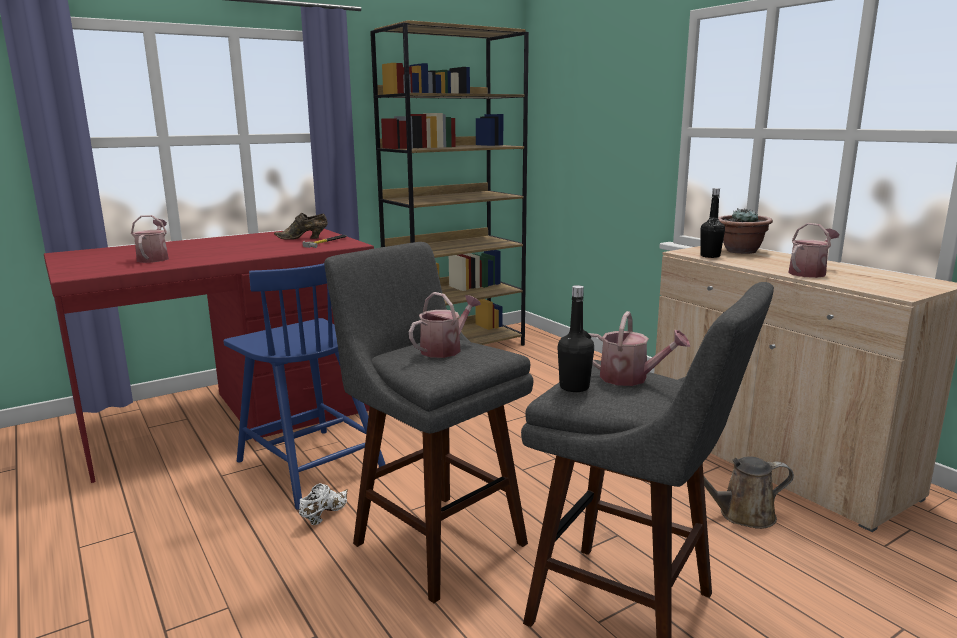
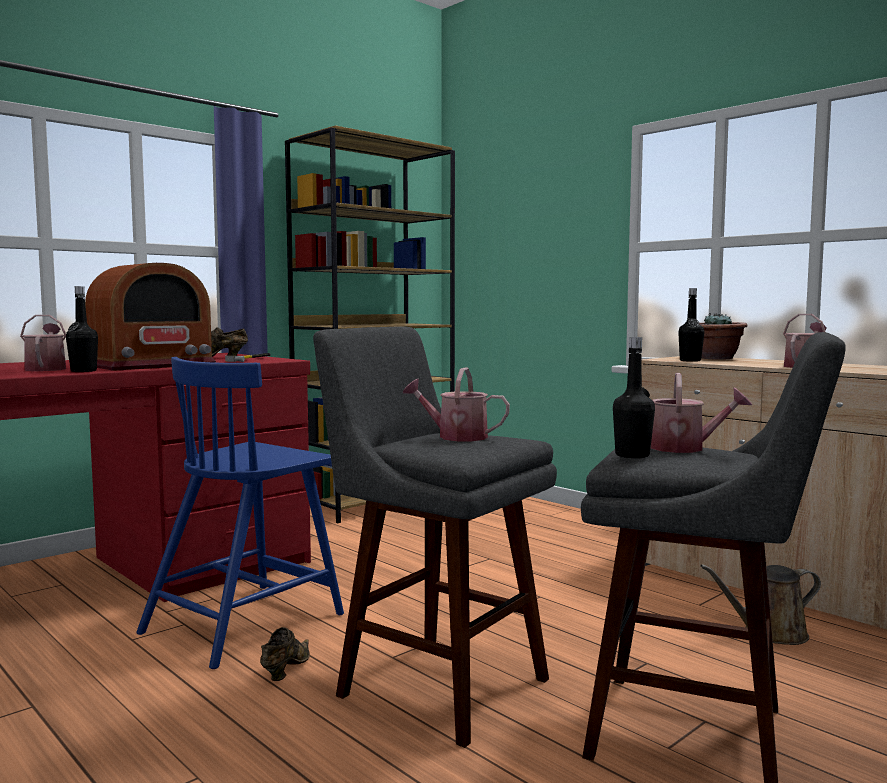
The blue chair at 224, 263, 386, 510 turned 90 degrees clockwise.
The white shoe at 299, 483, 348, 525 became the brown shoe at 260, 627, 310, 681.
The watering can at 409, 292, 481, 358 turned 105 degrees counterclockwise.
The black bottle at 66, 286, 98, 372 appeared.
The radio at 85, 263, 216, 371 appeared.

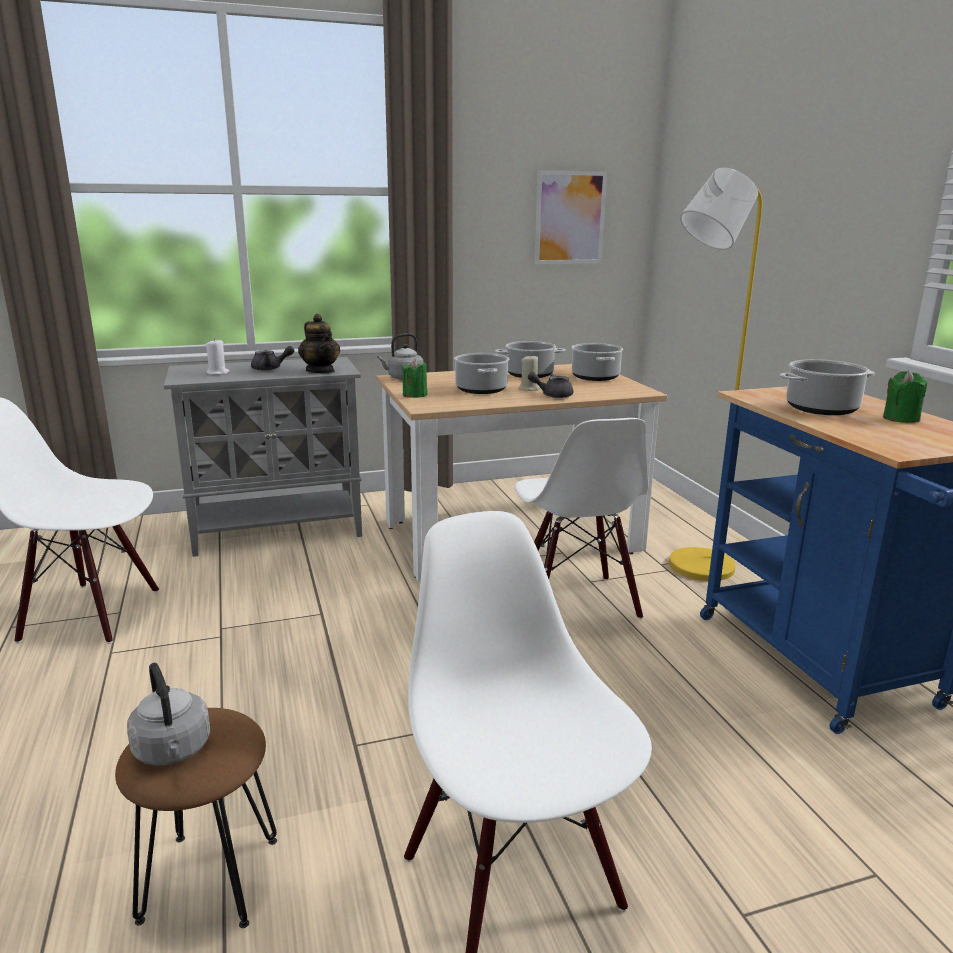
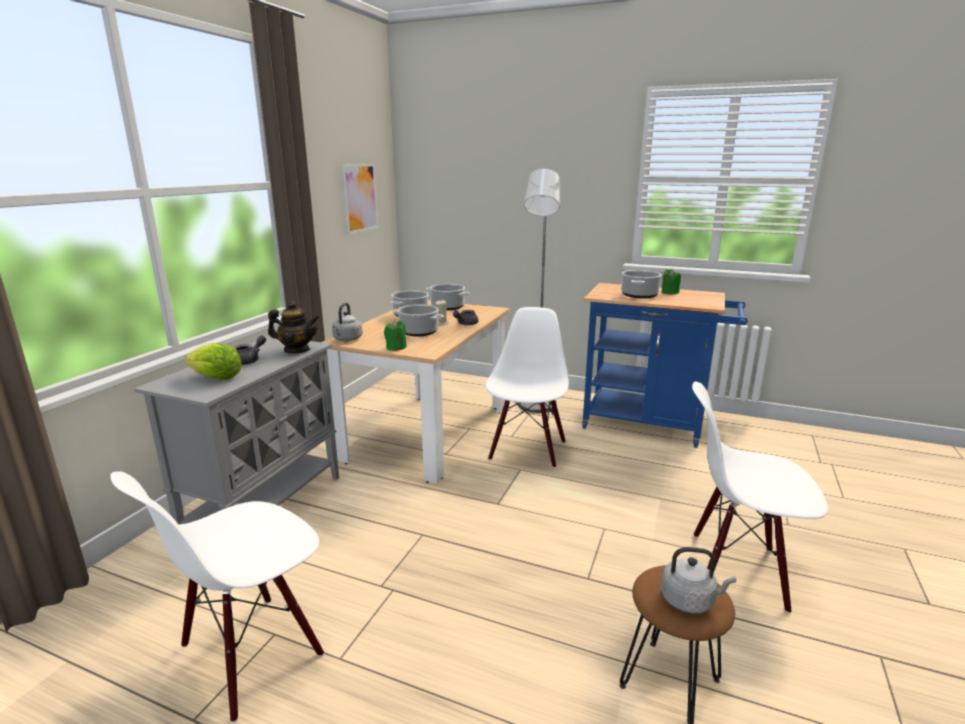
The white candle at 205, 338, 230, 375 was replaced by the lettuce at 184, 343, 242, 380.
The white chair at 514, 418, 648, 619 turned 105 degrees counterclockwise.
The yellow floor lamp at 669, 168, 762, 581 became the grey floor lamp at 518, 169, 560, 413.

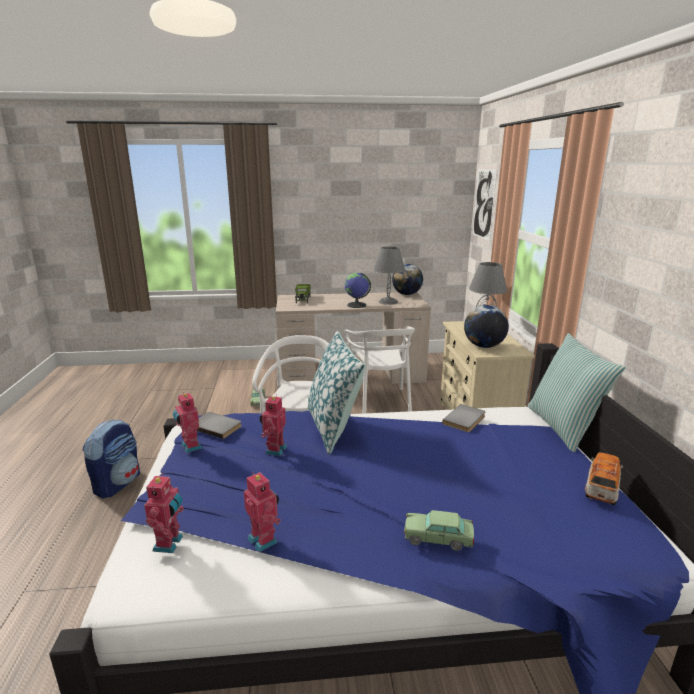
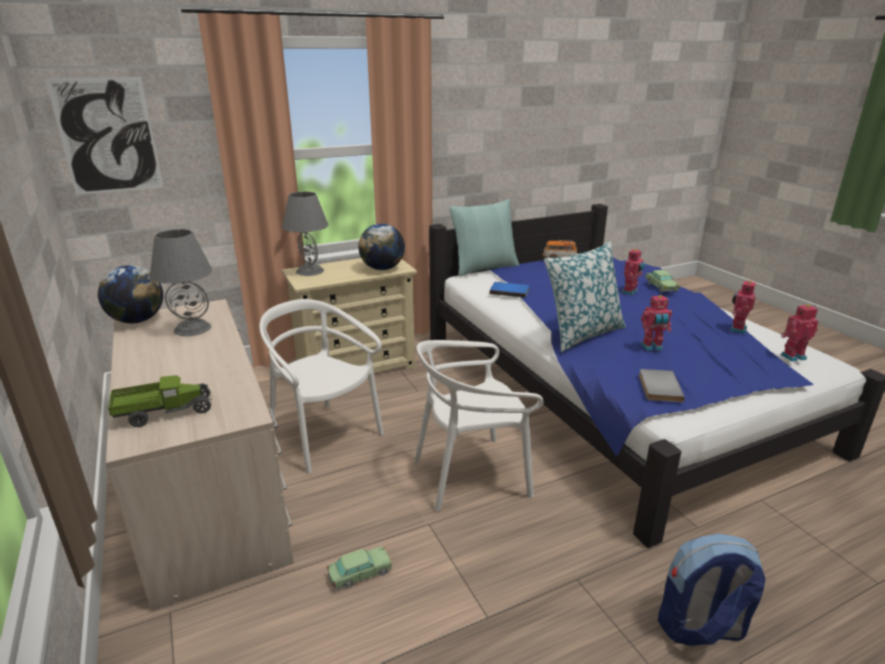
The toy robot moved from 173, 392, 202, 453 to 621, 248, 645, 295.
The globe at 345, 273, 371, 308 disappeared.
The white chair at 345, 326, 415, 414 turned 105 degrees counterclockwise.
The grey book at 442, 404, 486, 432 became the blue book at 490, 282, 529, 298.

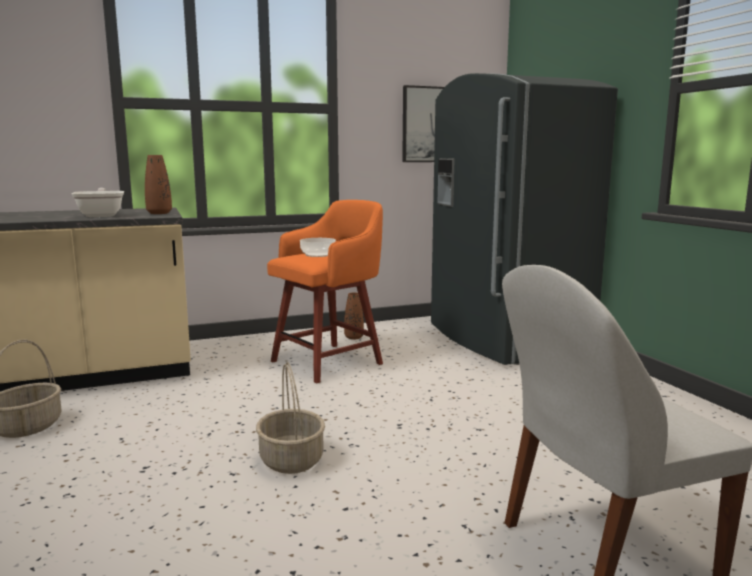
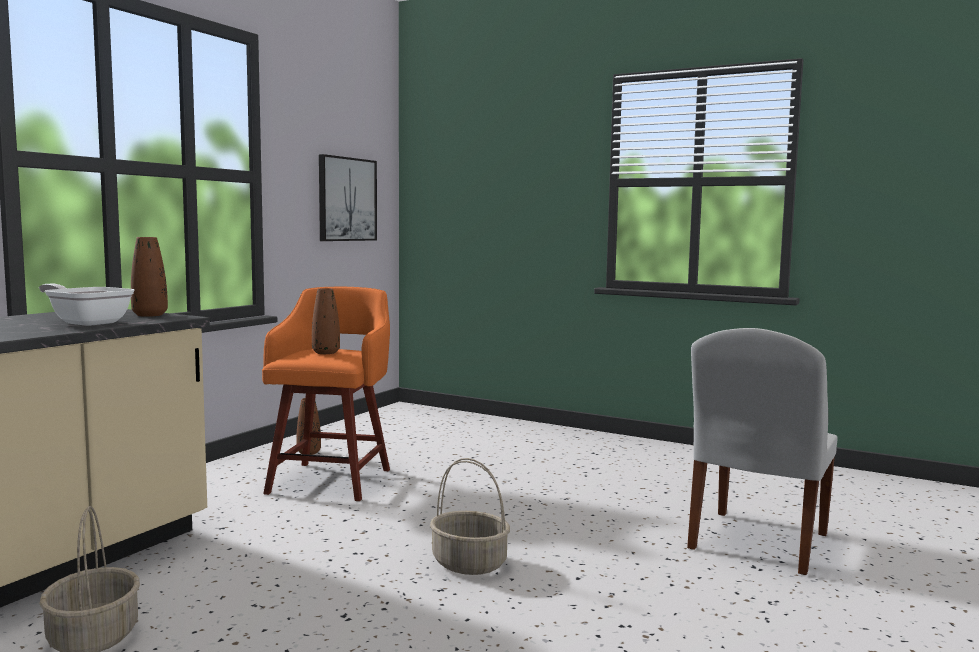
The bowl at 300, 238, 336, 257 was replaced by the brown vase at 312, 288, 340, 354.
The grey fridge at 431, 73, 618, 365 disappeared.

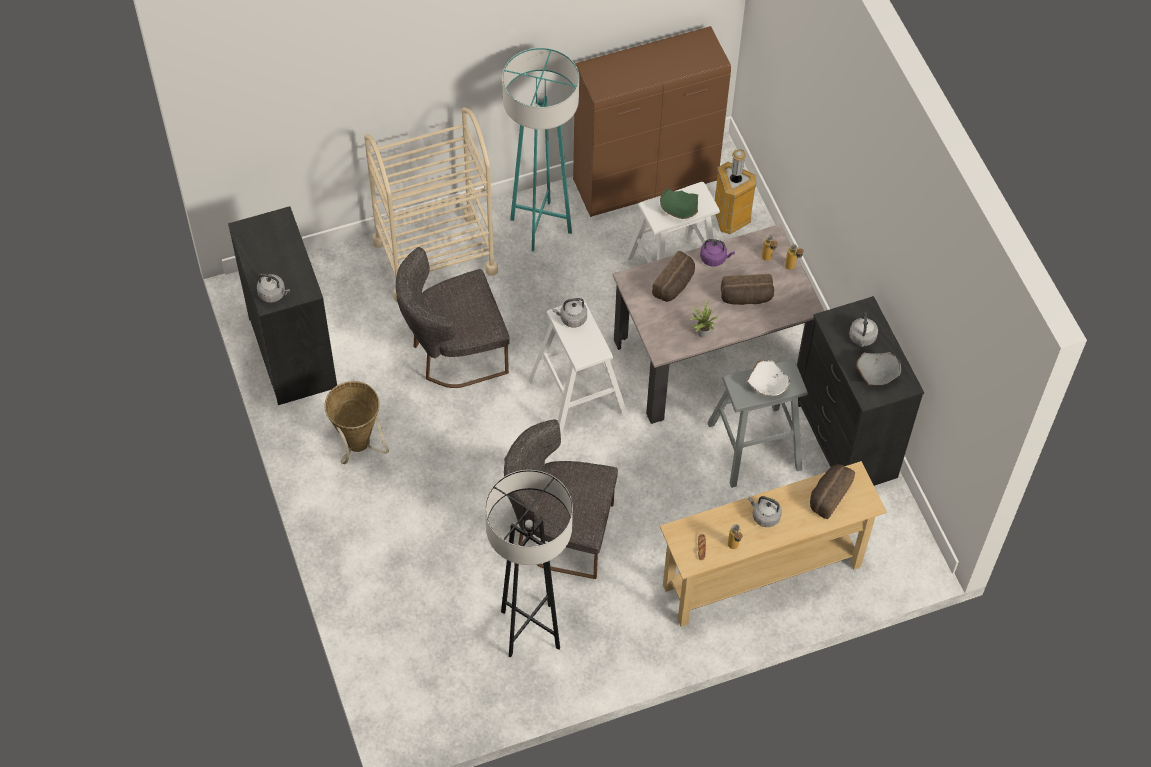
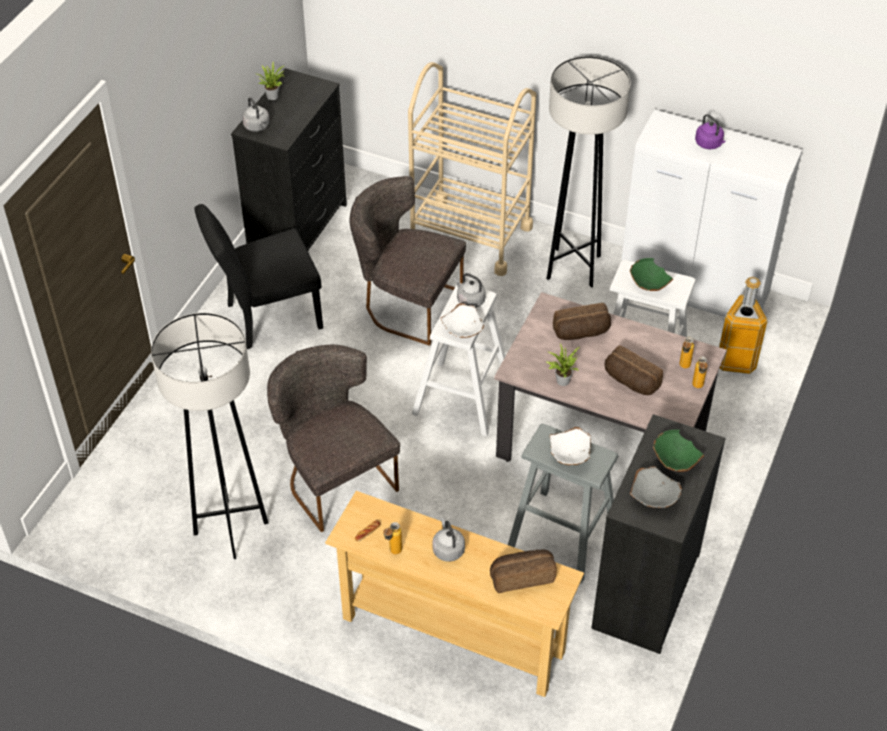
The basket at 324, 381, 389, 464 was replaced by the black chair at 195, 204, 323, 349.
The turquoise floor lamp at 502, 48, 579, 252 became the grey floor lamp at 547, 56, 631, 288.
The brown cabinet at 573, 26, 731, 217 became the white cabinet at 621, 109, 802, 317.
The purple kettle moved from 700, 239, 735, 267 to 695, 114, 725, 149.
The grey kettle at 849, 312, 878, 347 was replaced by the green bowl at 653, 430, 704, 472.
The potted plant at 257, 62, 285, 100 appeared.
The white bowl at 440, 303, 485, 338 appeared.

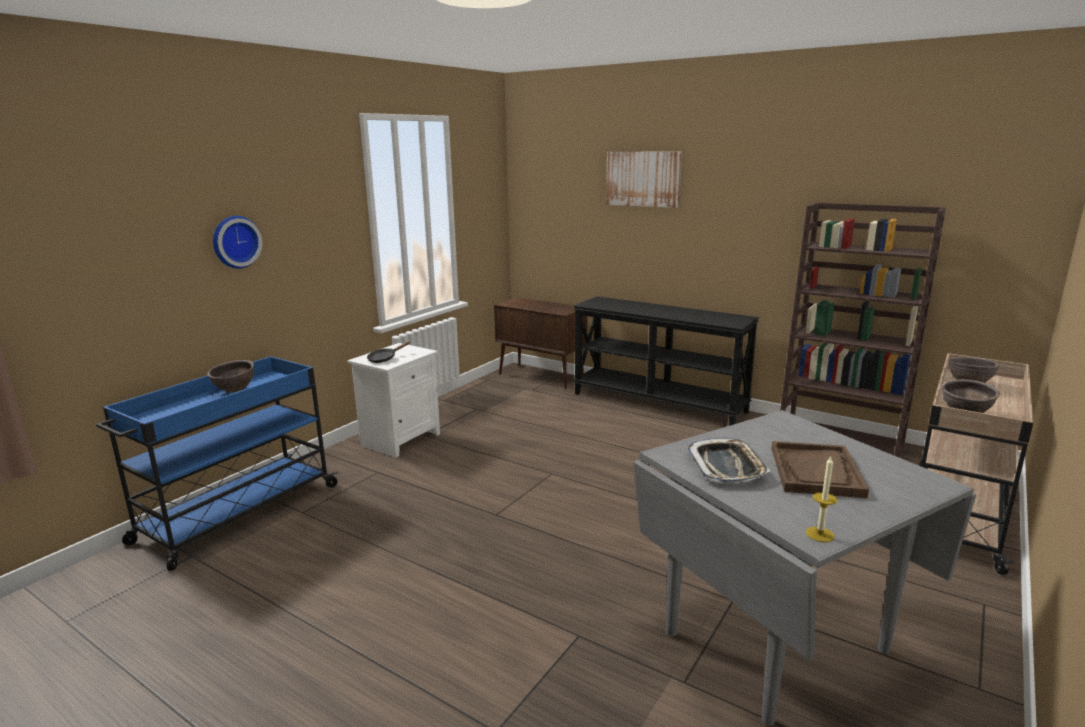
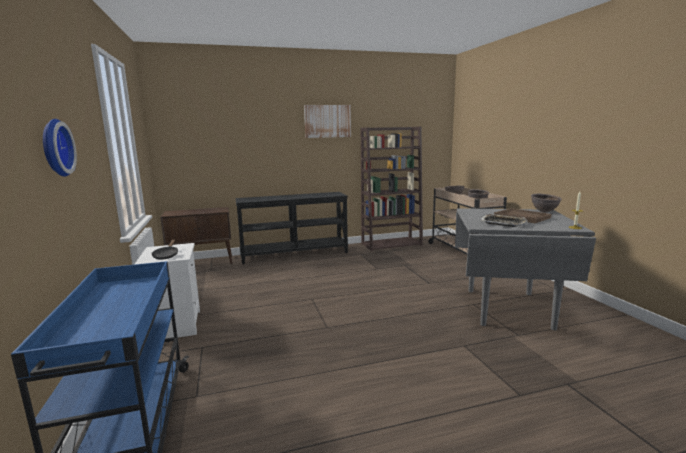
The brown bowl moved from 207, 360, 254, 393 to 531, 194, 562, 212.
The picture moved from 606, 152, 682, 208 to 304, 105, 351, 138.

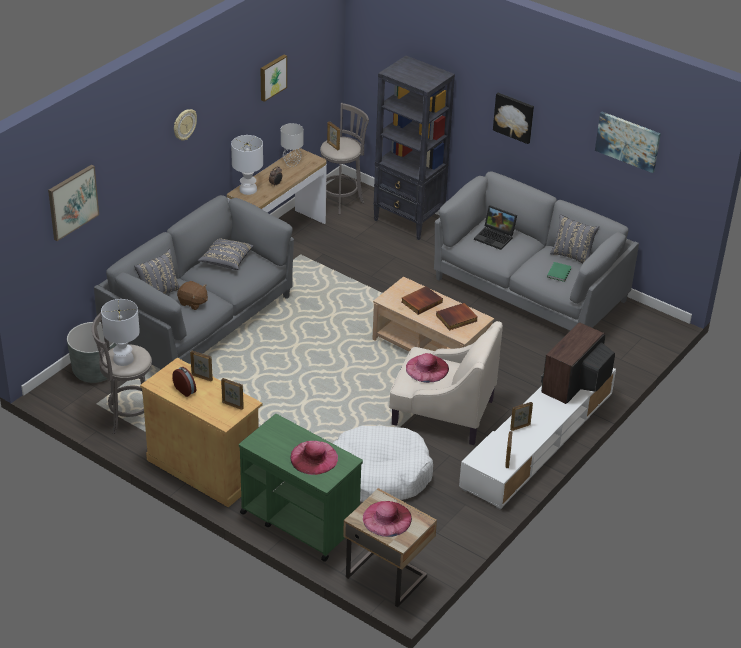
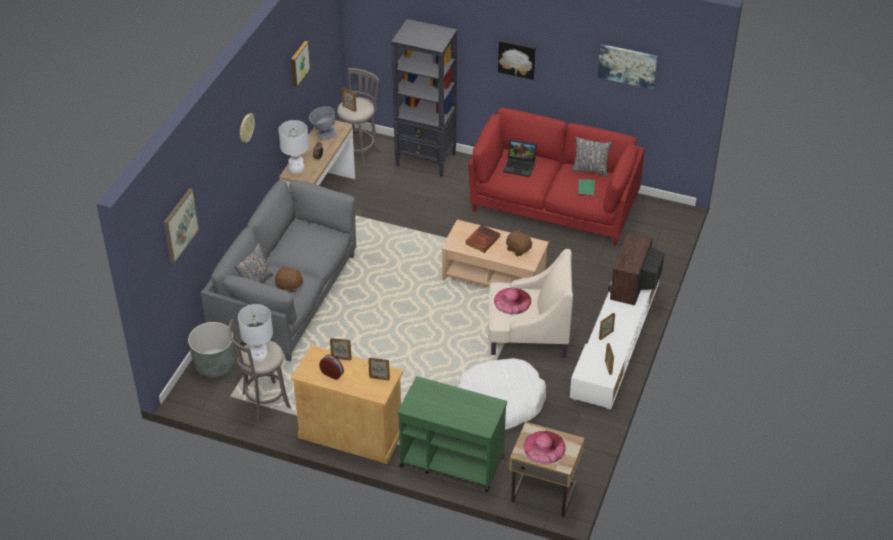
The grey pillow at 198, 238, 254, 270 disappeared.
The grey table lamp at 281, 123, 303, 167 was replaced by the grey bowl at 309, 106, 337, 139.
The pink hat at 290, 441, 338, 475 disappeared.
The grey sofa at 434, 171, 639, 330 became the red sofa at 468, 108, 645, 246.
The book at 436, 303, 478, 330 was replaced by the brown plush toy at 506, 229, 532, 257.

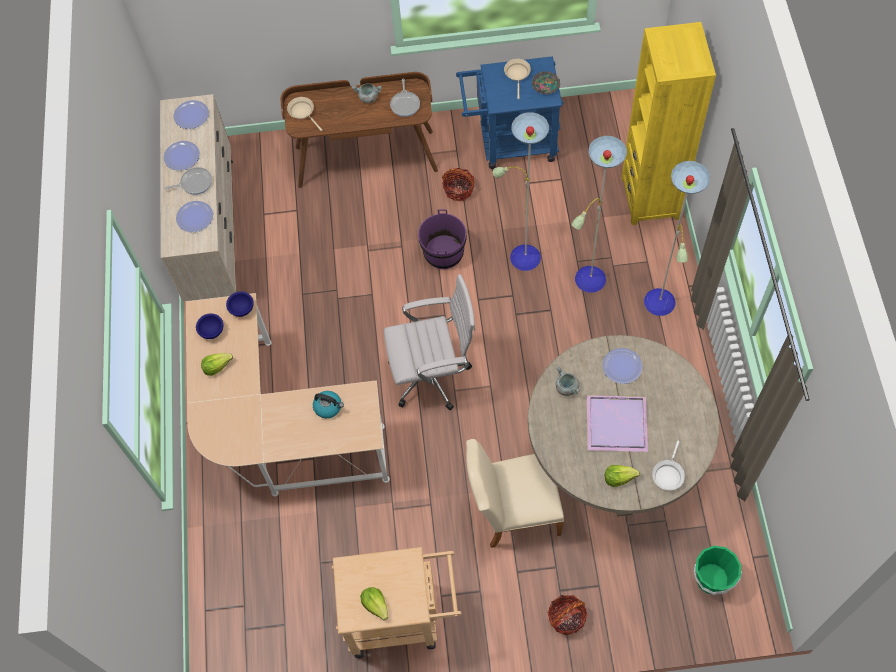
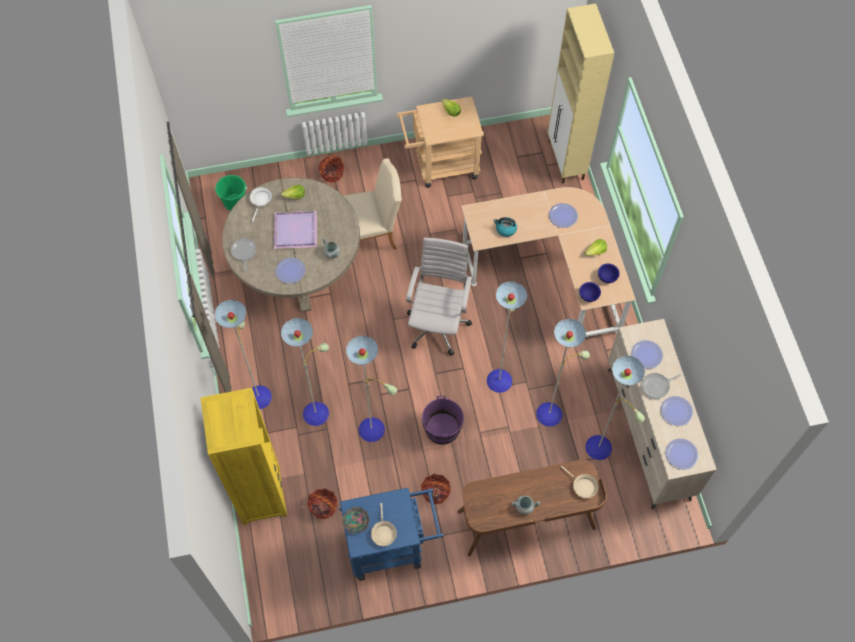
The white office chair at 384, 274, 476, 410 turned 120 degrees clockwise.
The frying pan moved from 390, 79, 420, 117 to 231, 238, 256, 271.
The basket at 307, 488, 338, 519 appeared.
The floor lamp at 487, 281, 645, 460 appeared.
The beige cabinet at 548, 4, 614, 184 appeared.
The plate at 549, 203, 578, 228 appeared.

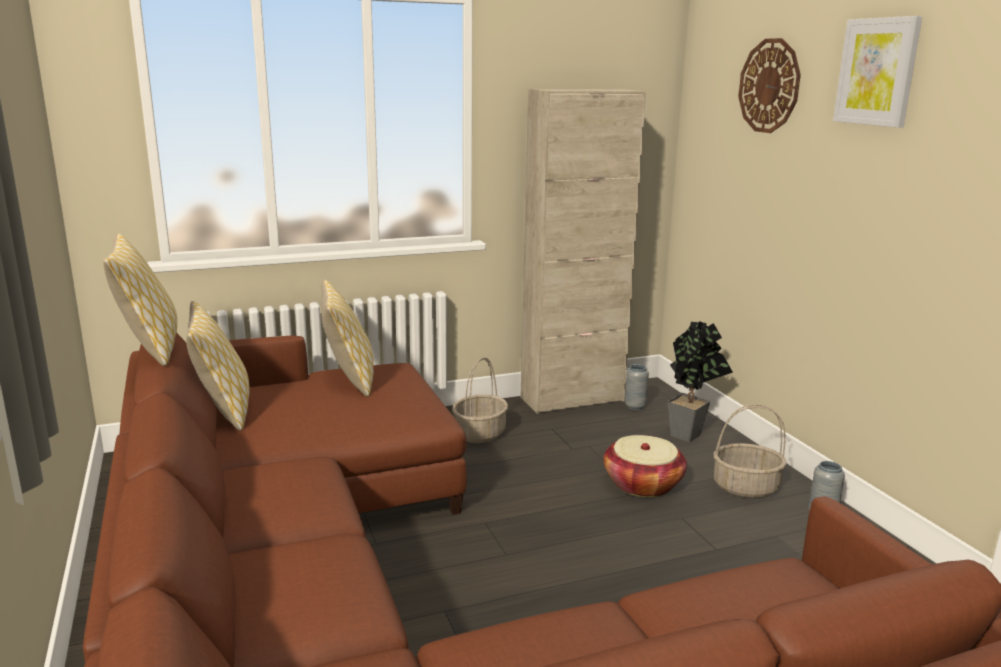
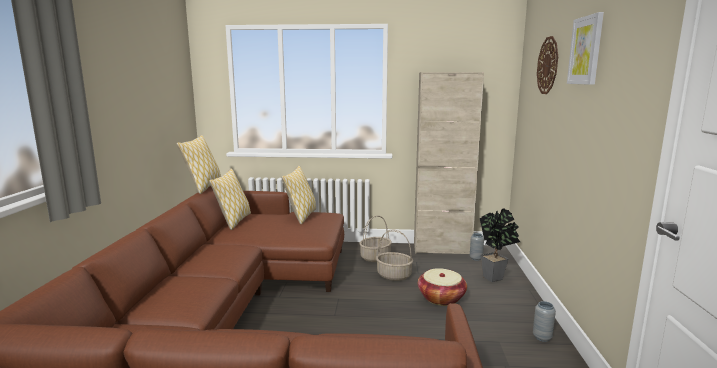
The basket moved from 713, 404, 787, 499 to 376, 229, 413, 281.

